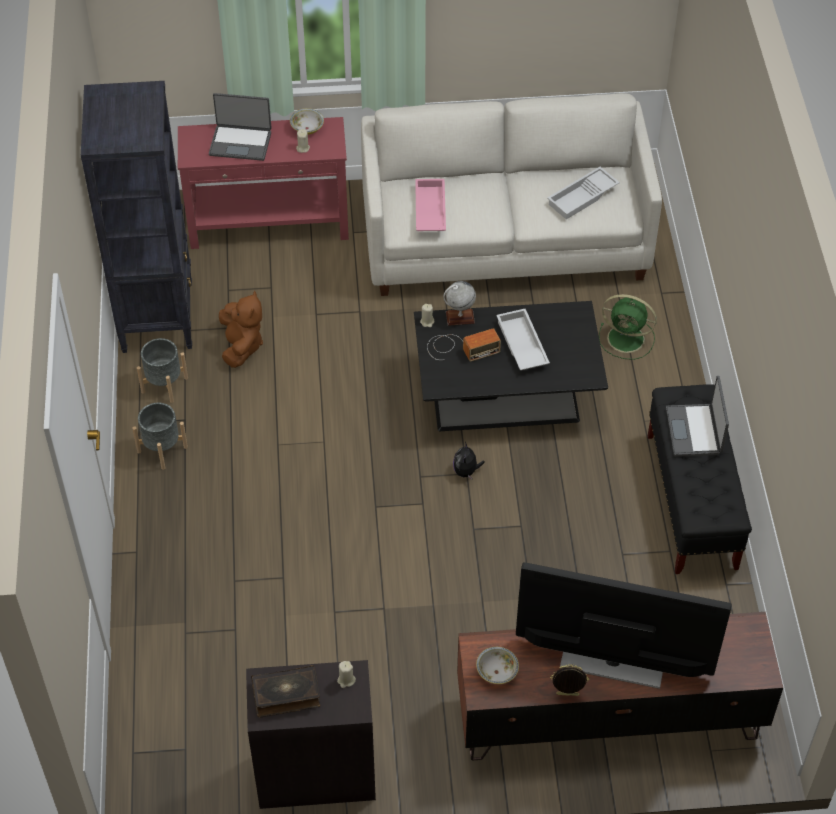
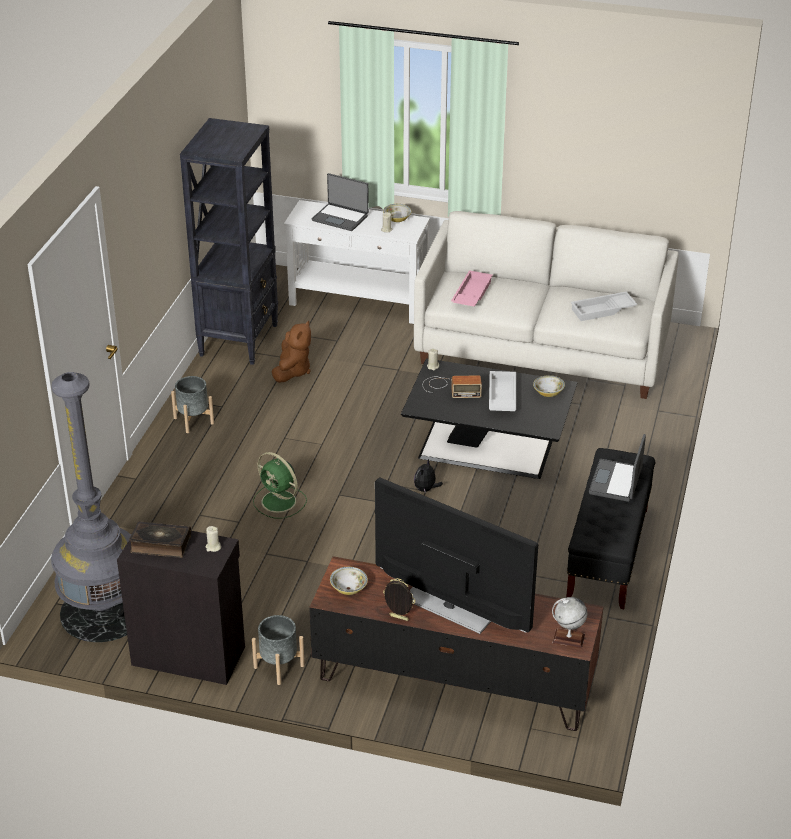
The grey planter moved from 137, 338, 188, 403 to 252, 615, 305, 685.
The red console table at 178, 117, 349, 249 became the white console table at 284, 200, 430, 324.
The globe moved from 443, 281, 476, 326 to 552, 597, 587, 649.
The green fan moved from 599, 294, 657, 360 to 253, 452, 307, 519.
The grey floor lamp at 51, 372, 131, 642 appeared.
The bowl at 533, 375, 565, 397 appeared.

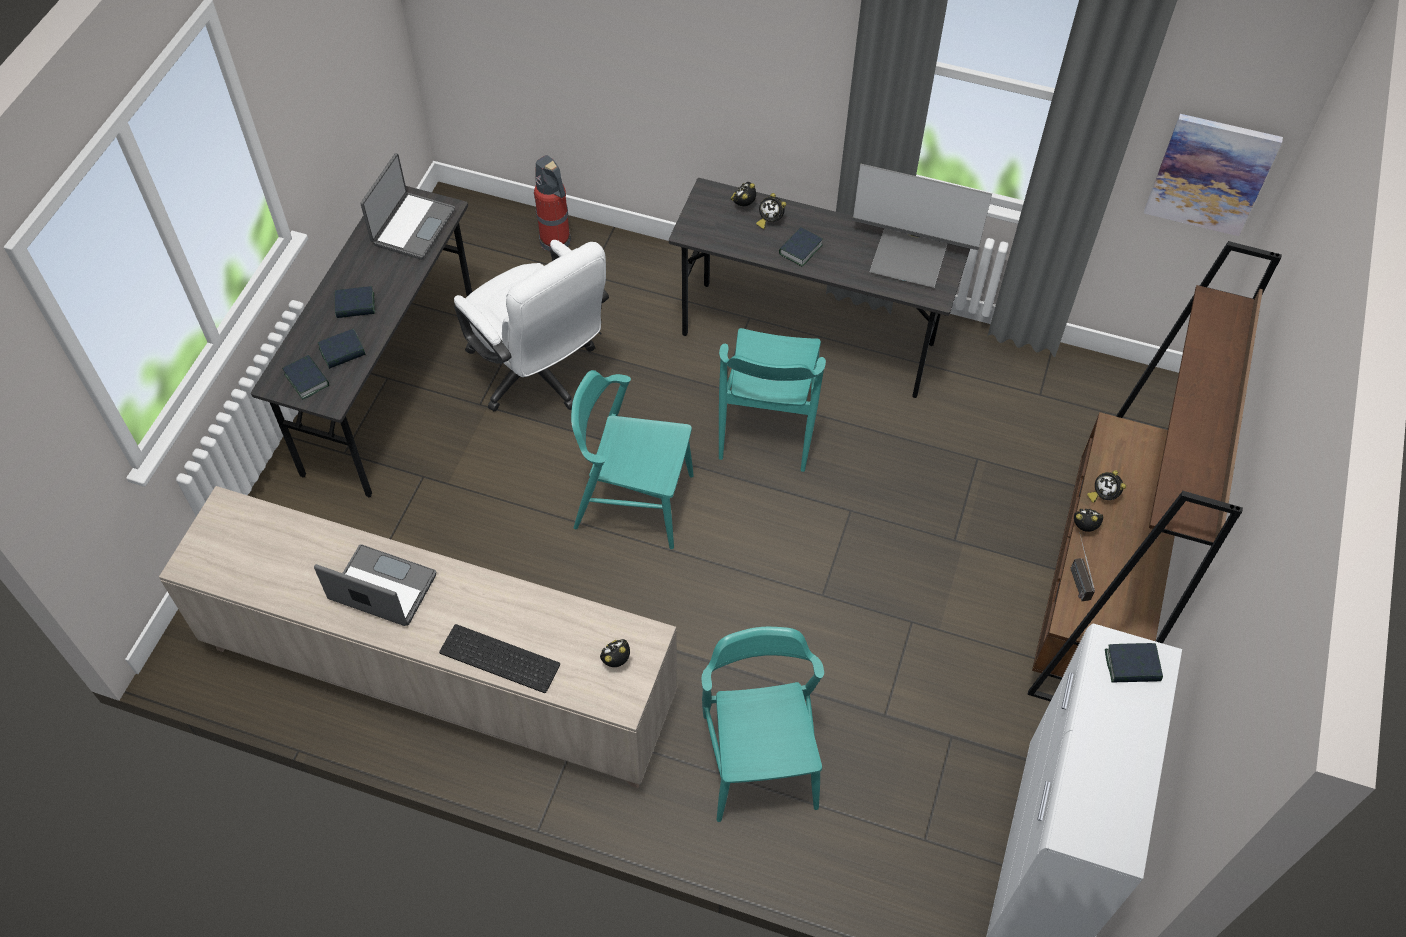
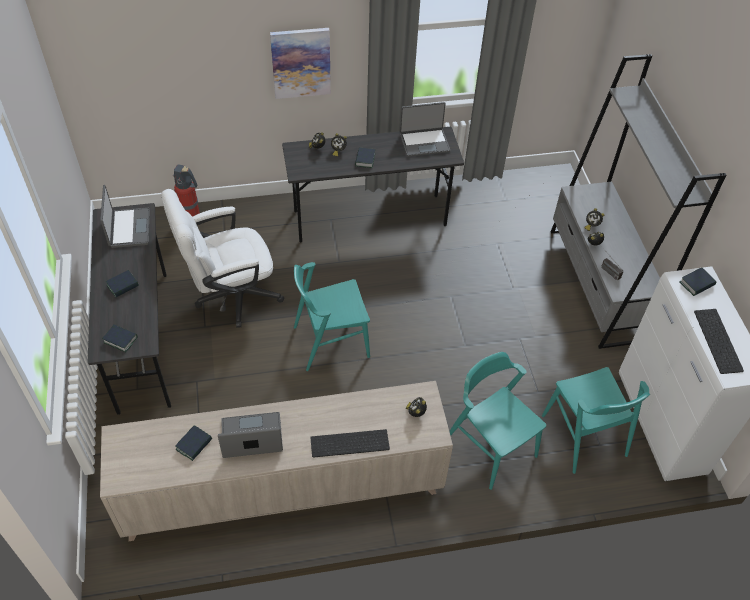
The book moved from 318, 329, 366, 369 to 175, 425, 212, 461.
The white office chair at 454, 240, 609, 412 turned 135 degrees clockwise.
The turquoise chair moved from 719, 328, 826, 472 to 542, 367, 650, 474.
The monitor at 852, 163, 992, 288 was replaced by the laptop at 400, 102, 450, 157.
The brown bookcase at 1027, 241, 1282, 701 became the grey bookcase at 551, 54, 726, 349.
The picture moved from 1144, 114, 1283, 236 to 270, 28, 331, 99.
The keyboard at 694, 309, 744, 374 appeared.

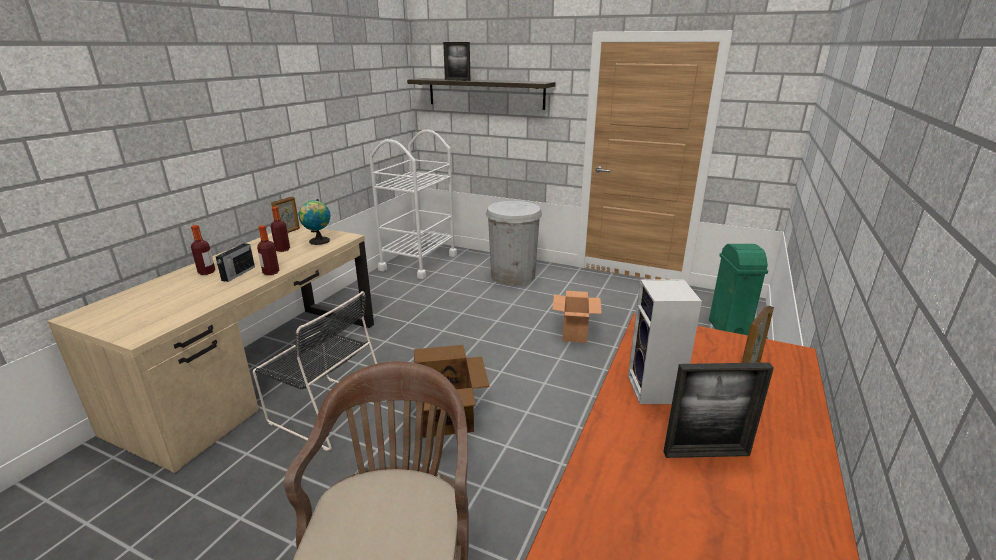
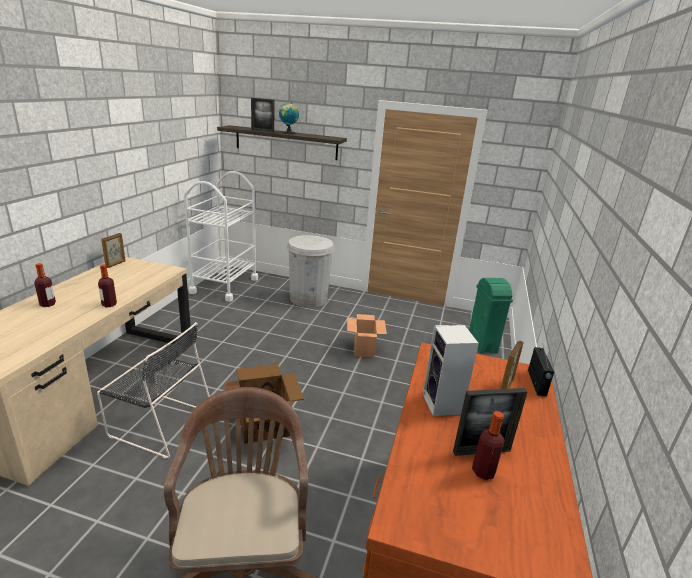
The radio moved from 216, 241, 255, 282 to 528, 346, 554, 397.
The bottle moved from 271, 206, 290, 252 to 472, 411, 505, 480.
The globe moved from 299, 199, 330, 245 to 279, 103, 299, 134.

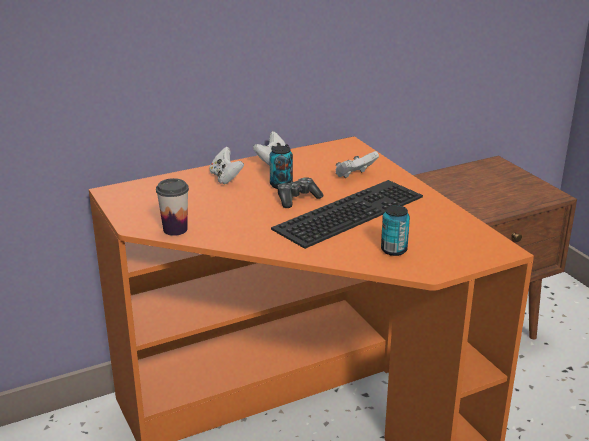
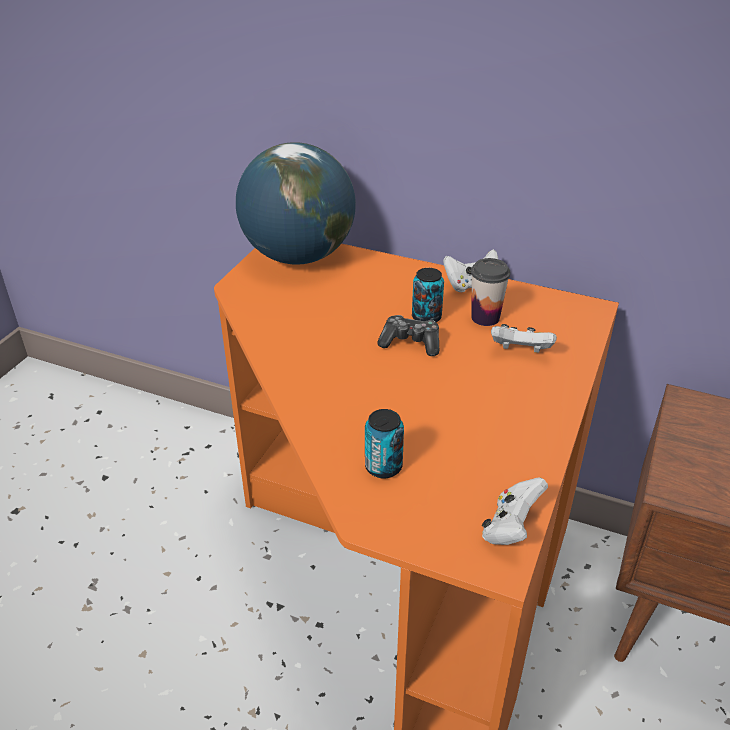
The cup moved from 156, 178, 189, 236 to 471, 258, 510, 326.
The white game controller moved from 209, 147, 244, 184 to 482, 477, 548, 545.
The keyboard at 271, 180, 423, 249 disappeared.
The globe at 236, 142, 356, 265 appeared.

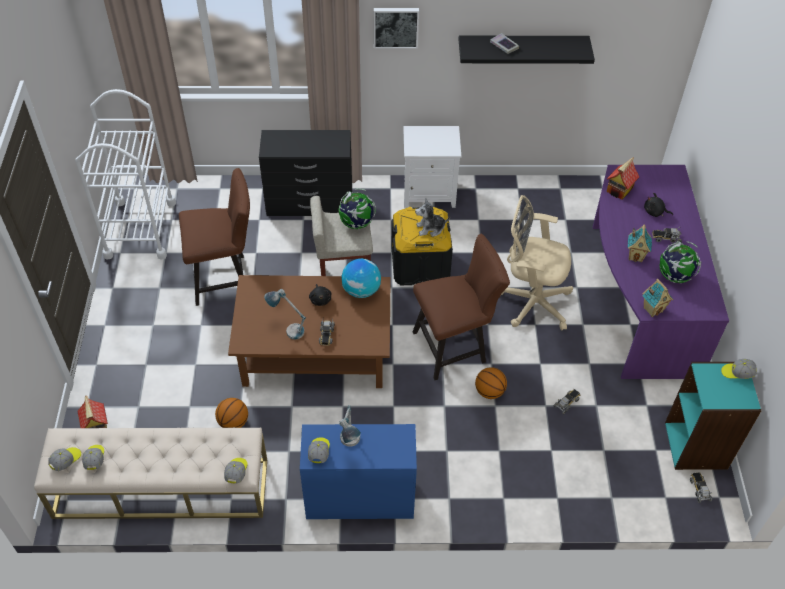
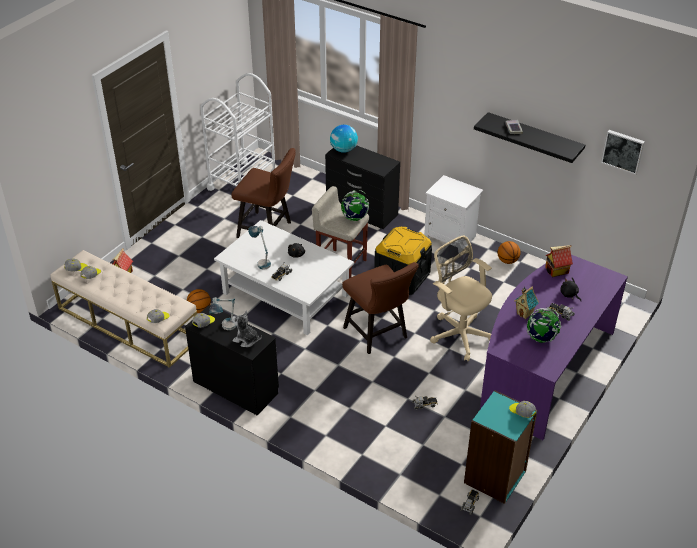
The brown coffee table at 228, 275, 391, 388 became the white coffee table at 214, 220, 354, 335.
The blue dresser at 300, 424, 417, 519 became the black dresser at 185, 305, 279, 415.
The globe moved from 341, 259, 381, 298 to 330, 125, 358, 153.
The picture moved from 374, 8, 419, 49 to 601, 130, 645, 175.
The brown chair at 413, 234, 510, 380 turned 45 degrees clockwise.
The plush toy moved from 415, 199, 450, 237 to 232, 311, 262, 347.
The basketball moved from 475, 367, 507, 399 to 497, 241, 521, 264.
The toy house at 642, 279, 673, 317 disappeared.

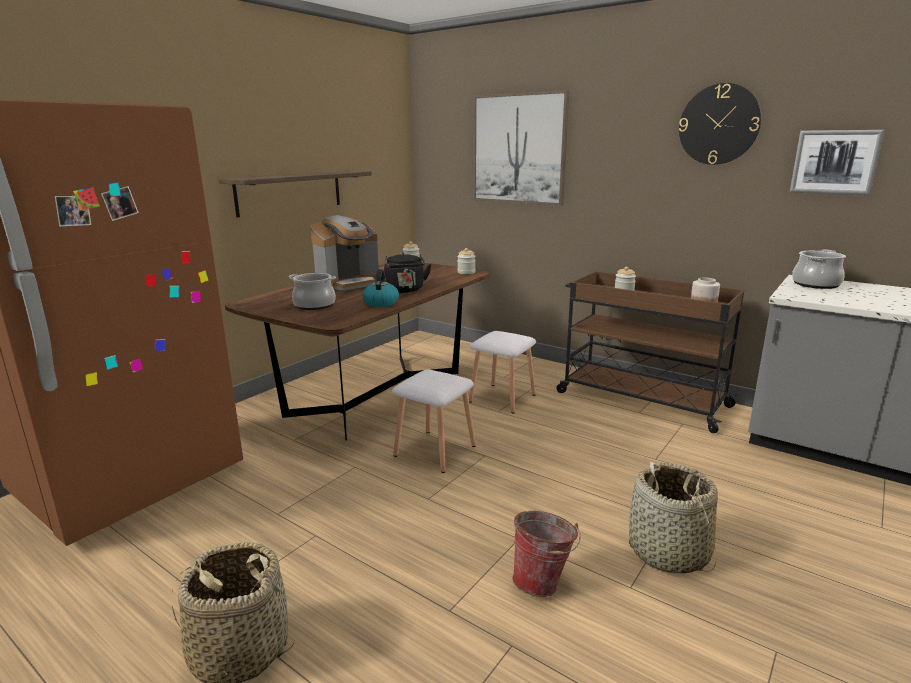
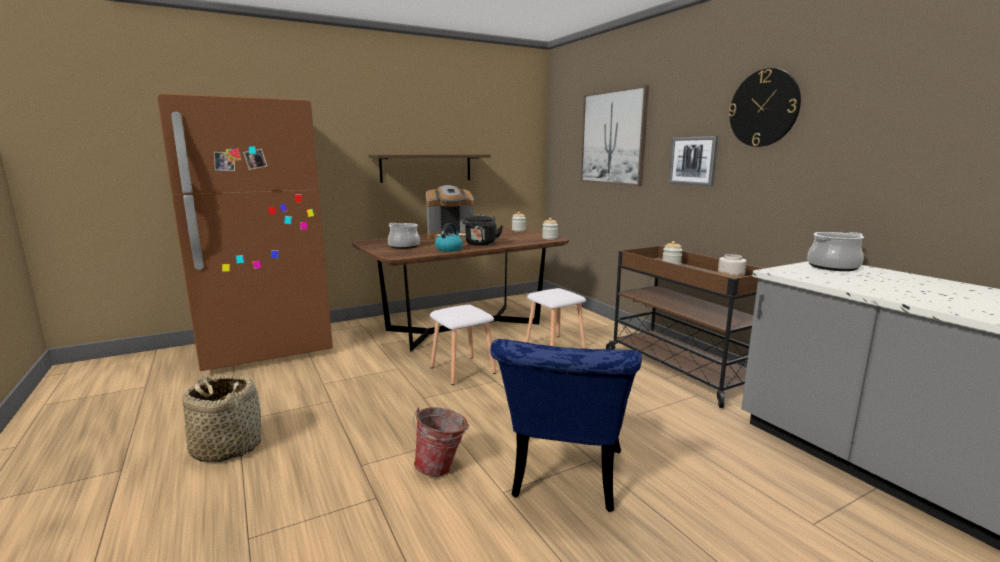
The basket at 629, 462, 718, 574 was replaced by the blue chair at 490, 339, 642, 512.
The picture moved from 790, 130, 884, 195 to 669, 136, 718, 186.

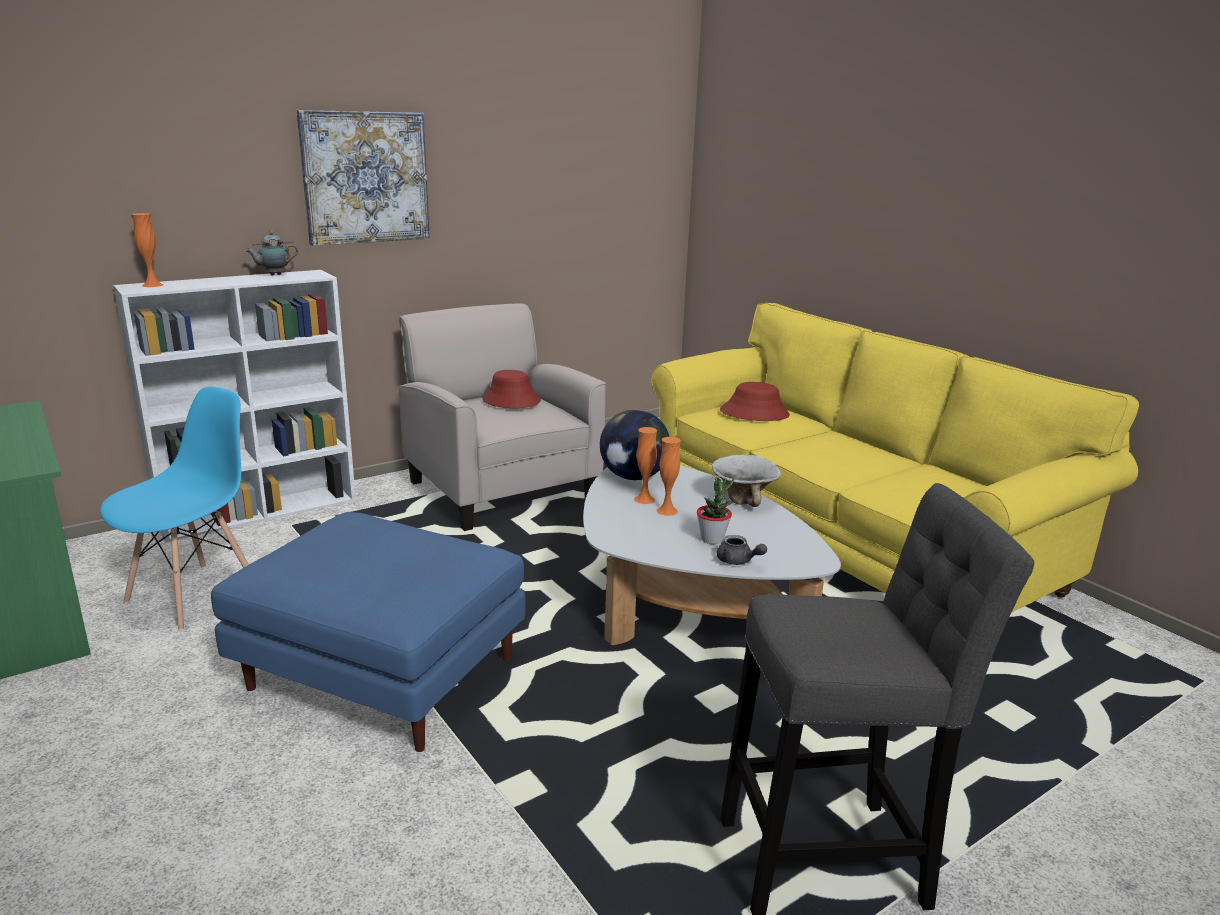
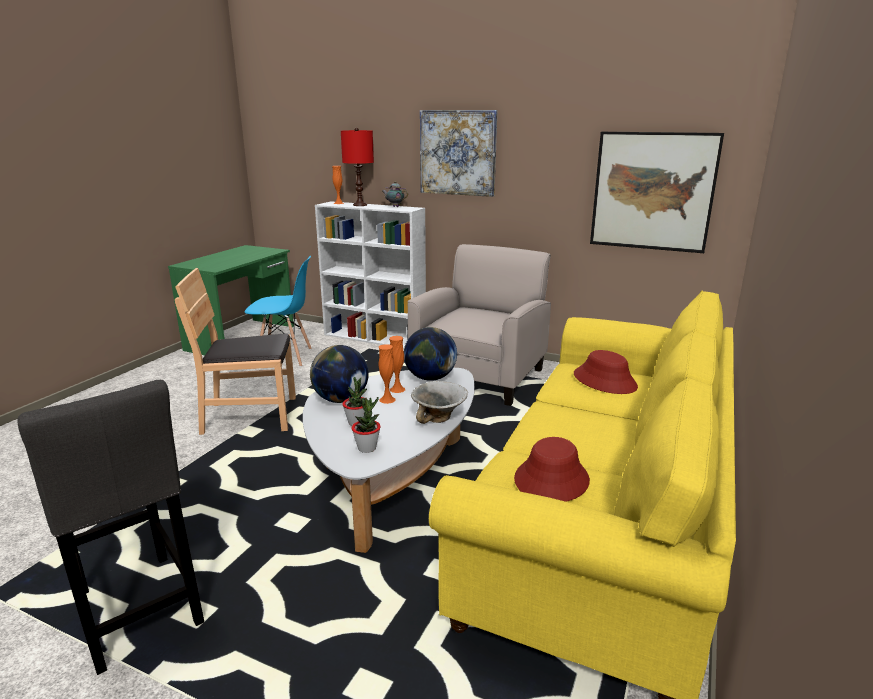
The blue ottoman at 211, 512, 526, 752 was replaced by the brown chair at 175, 268, 296, 435.
The red hat moved from 482, 370, 541, 408 to 514, 437, 590, 502.
The grey teapot at 717, 535, 767, 565 disappeared.
The globe at 310, 345, 369, 403 appeared.
The red table lamp at 341, 128, 374, 206 appeared.
The potted plant at 352, 397, 381, 453 appeared.
The picture at 590, 132, 724, 253 appeared.

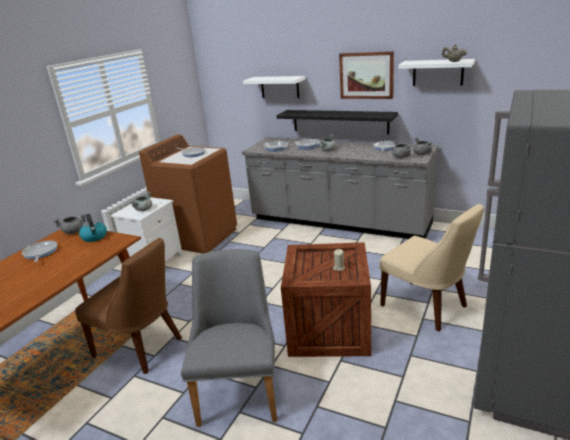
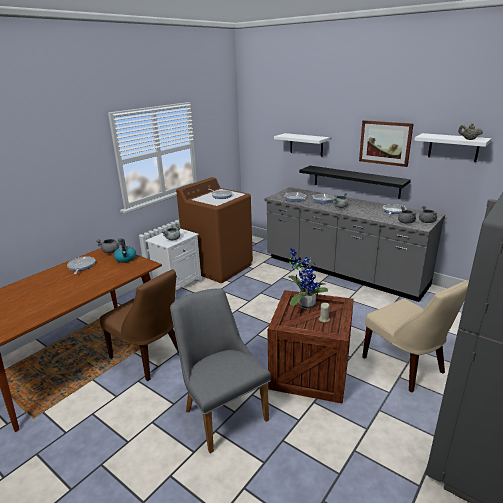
The grey chair at 181, 249, 277, 427 turned 45 degrees counterclockwise.
The potted plant at 288, 248, 328, 309 appeared.

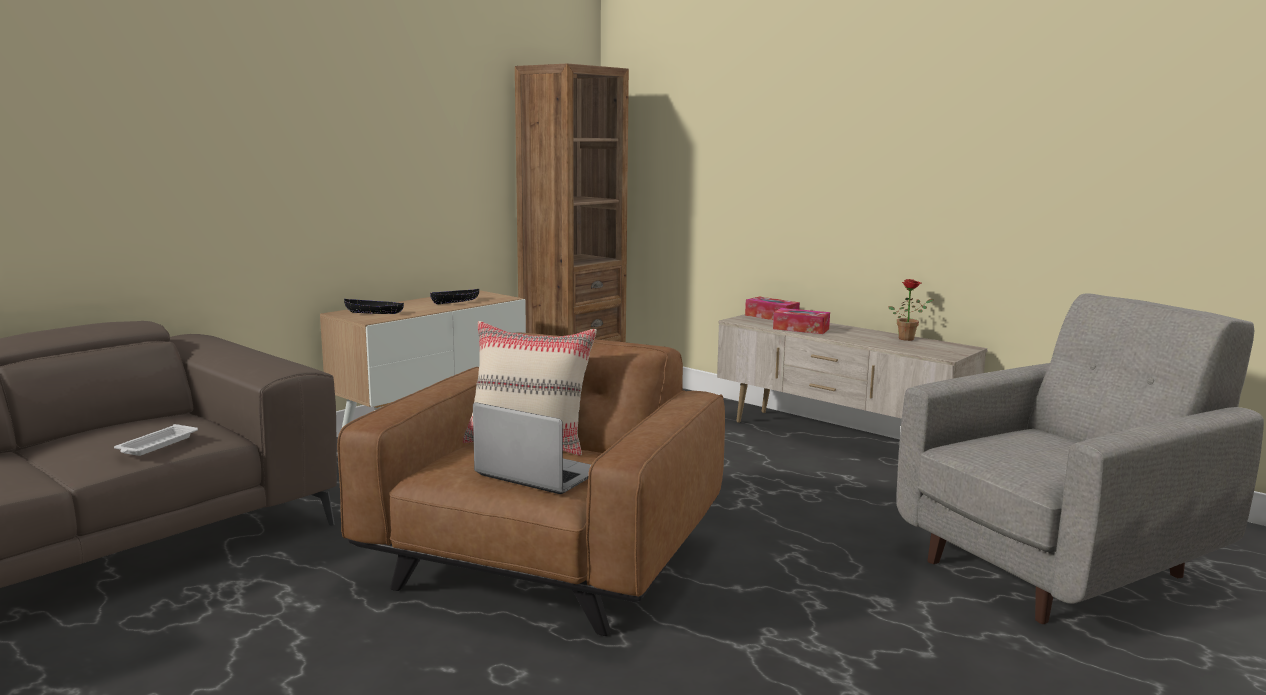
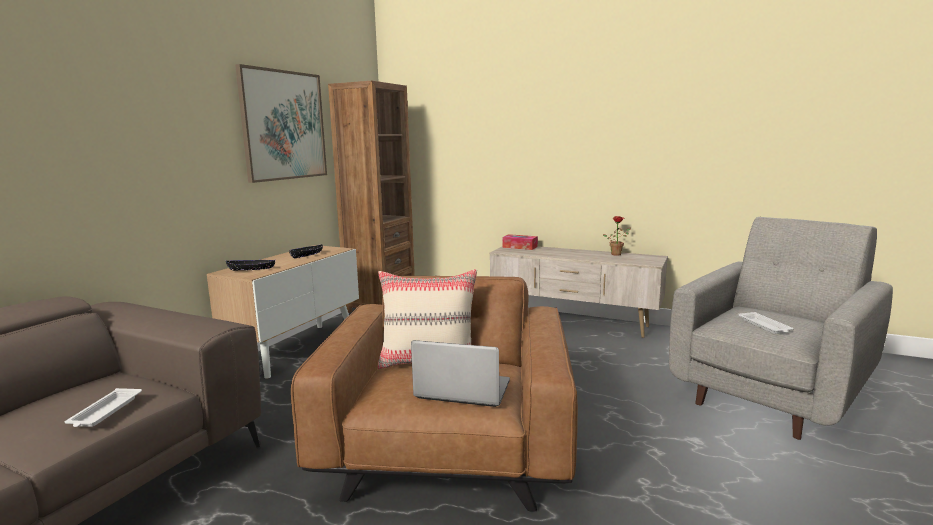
The tissue box at 773, 308, 830, 334 disappeared.
The picture at 235, 64, 327, 183 appeared.
The white tray at 738, 312, 794, 334 appeared.

